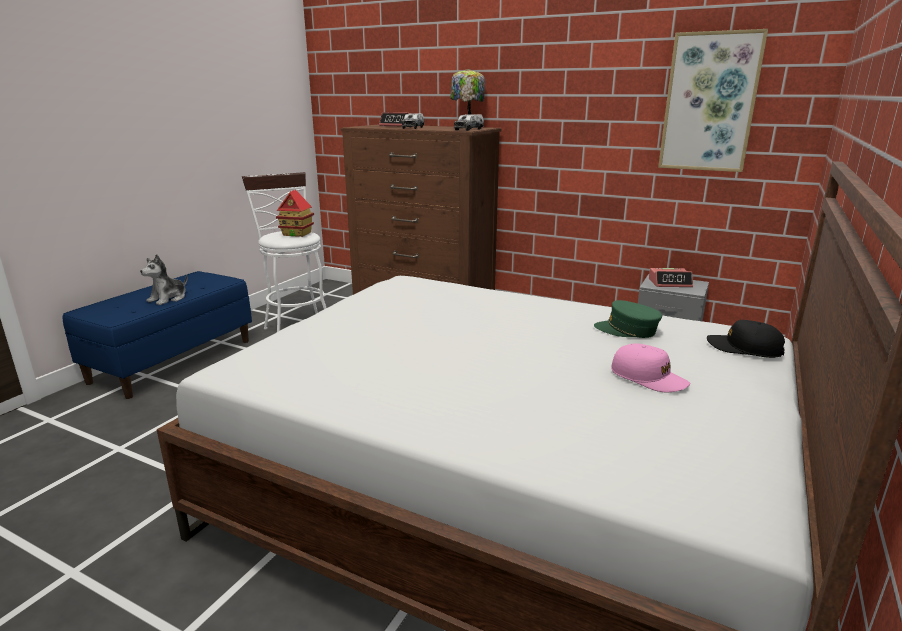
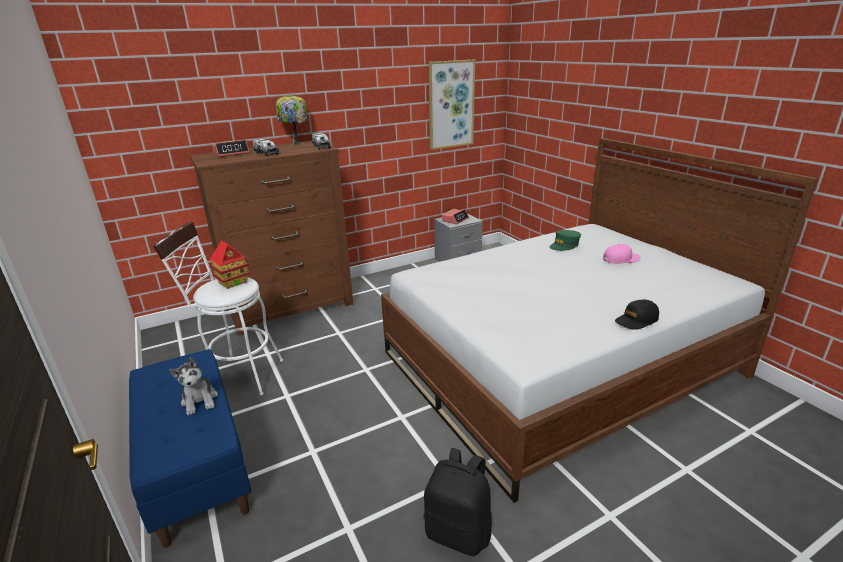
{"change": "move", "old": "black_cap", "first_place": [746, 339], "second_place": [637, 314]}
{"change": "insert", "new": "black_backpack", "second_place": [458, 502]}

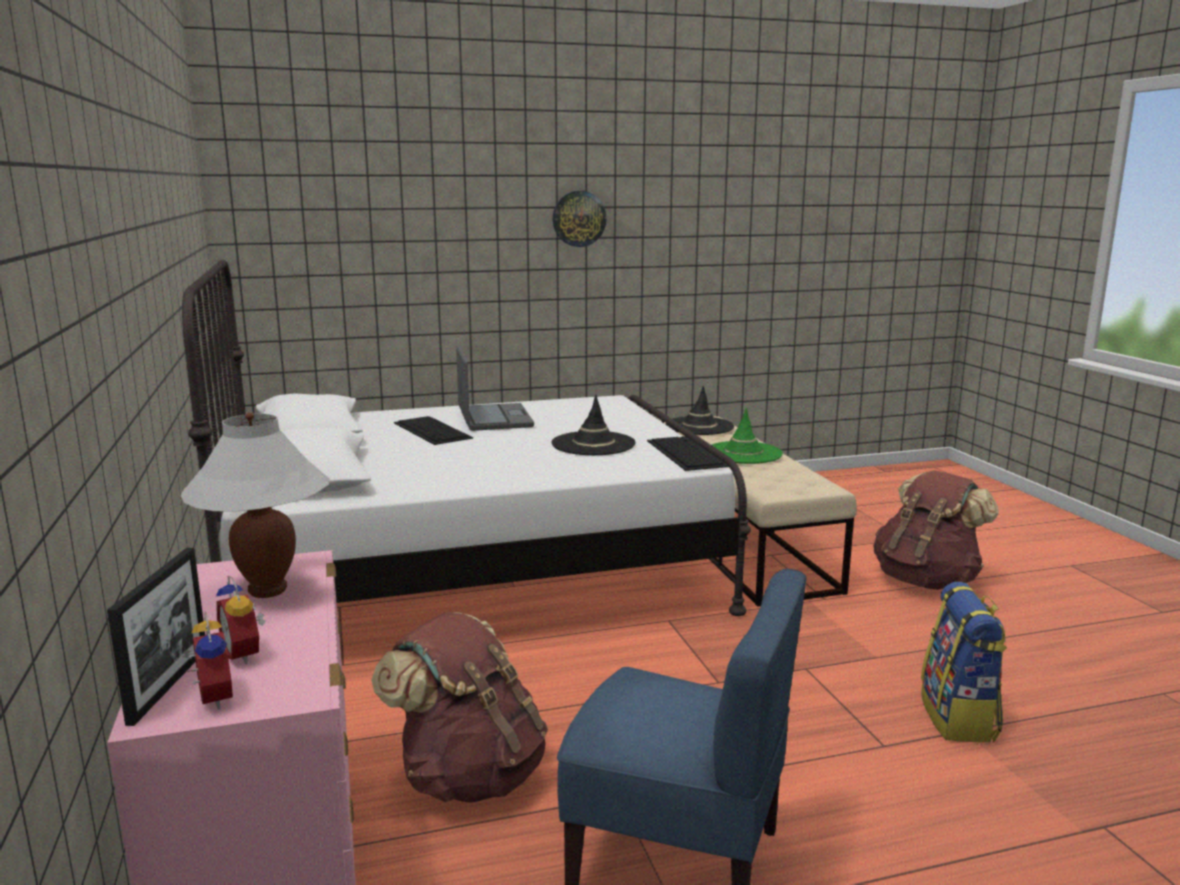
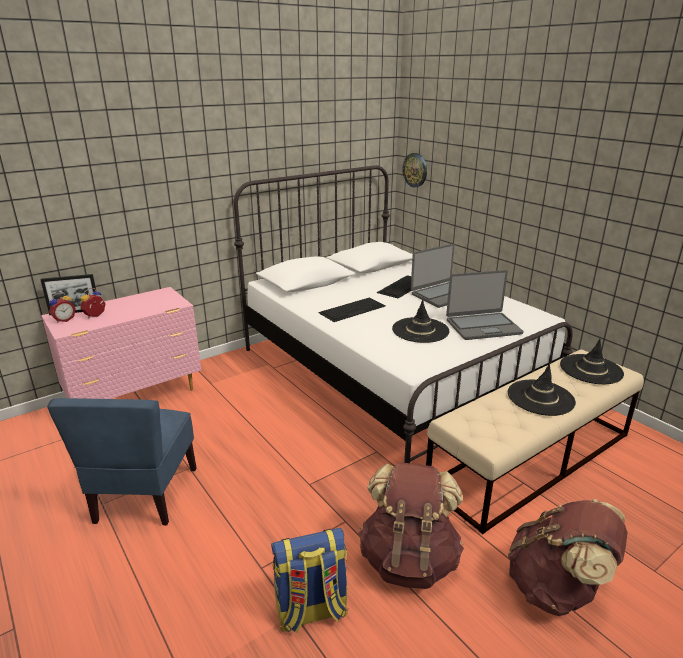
{"change": "move", "old": "wall_clock", "first_place": [579, 219], "second_place": [414, 170]}
{"change": "recolor", "old": "green_hat", "new": "black_hat", "first_place": [747, 436], "second_place": [542, 390]}
{"change": "delete", "old": "white_table_lamp", "first_place": [255, 505]}
{"change": "move", "old": "keyboard", "first_place": [688, 453], "second_place": [352, 310]}
{"change": "move", "old": "brown_backpack", "first_place": [459, 707], "second_place": [411, 525]}
{"change": "insert", "new": "laptop", "second_place": [484, 305]}

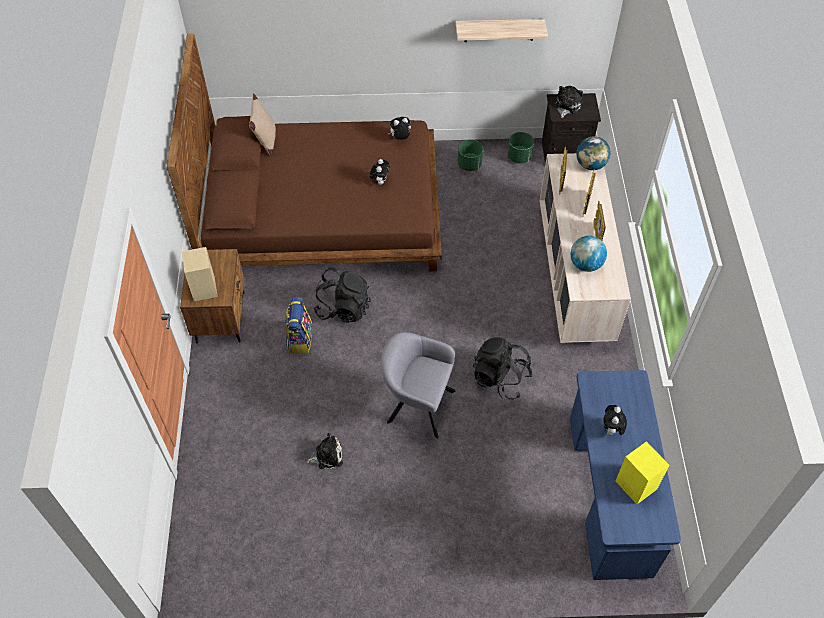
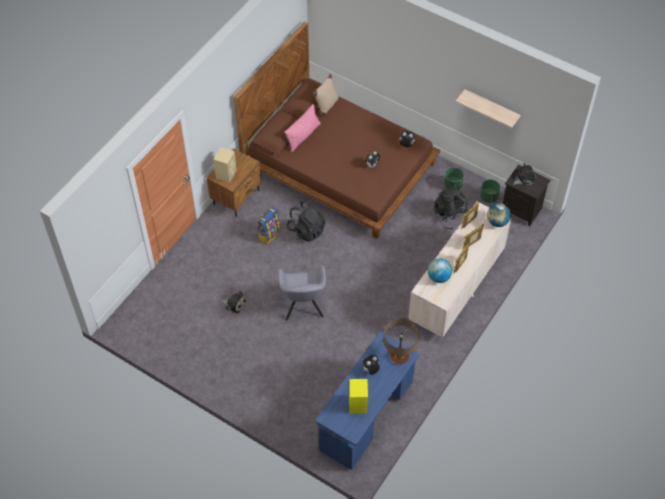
{"change": "rotate", "old": "grey_armchair", "first_place": [418, 385], "second_place": [302, 293], "degrees": -150}
{"change": "move", "old": "black_backpack", "first_place": [503, 368], "second_place": [451, 208]}
{"change": "insert", "new": "pink_pillow", "second_place": [302, 128]}
{"change": "insert", "new": "table_lamp", "second_place": [401, 341]}

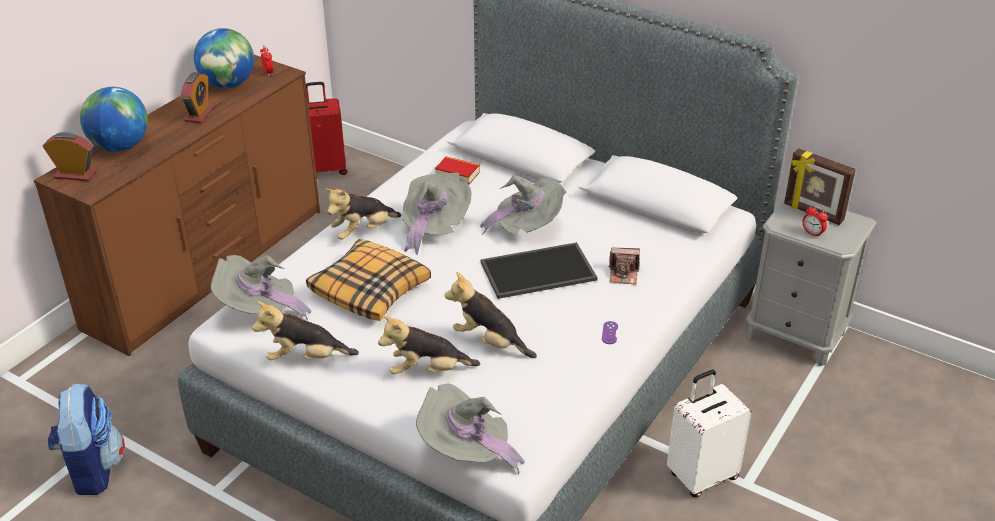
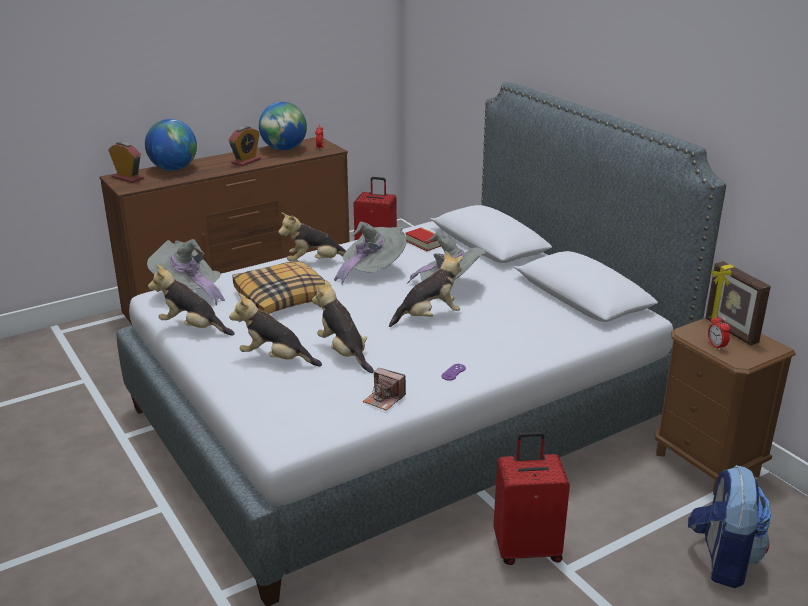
{"change": "recolor", "old": "grey_nightstand", "new": "brown_nightstand", "first_place": [811, 282], "second_place": [725, 406]}
{"change": "replace", "old": "tray", "new": "plush_toy", "first_place": [539, 270], "second_place": [426, 288]}
{"change": "move", "old": "photo_camera", "first_place": [624, 266], "second_place": [384, 389]}
{"change": "recolor", "old": "white_suitcase", "new": "red_suitcase", "first_place": [709, 433], "second_place": [532, 498]}
{"change": "move", "old": "backpack", "first_place": [86, 439], "second_place": [729, 526]}
{"change": "delete", "old": "grey_hat", "first_place": [470, 429]}

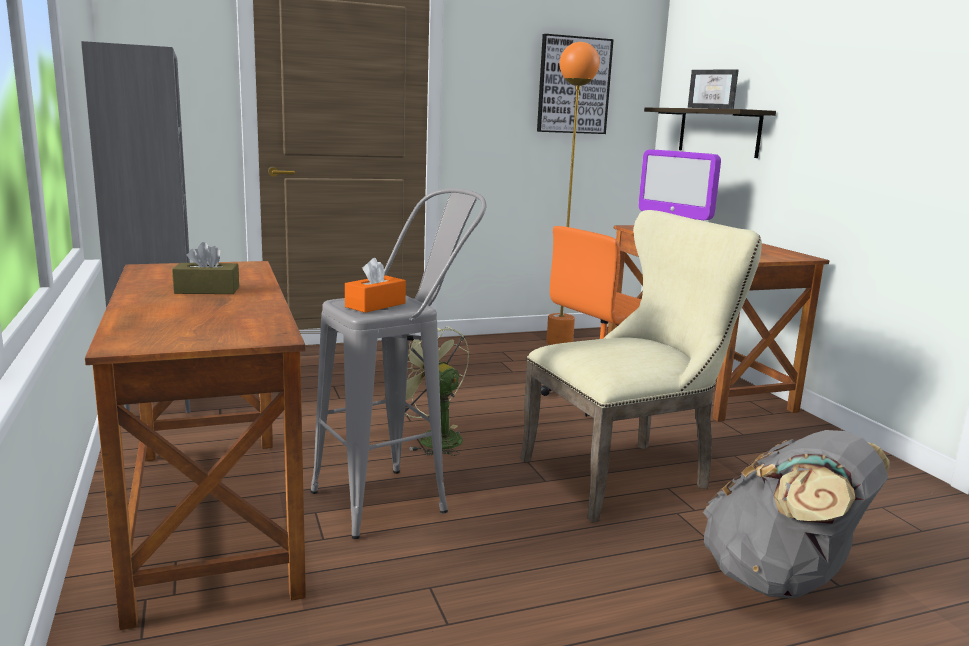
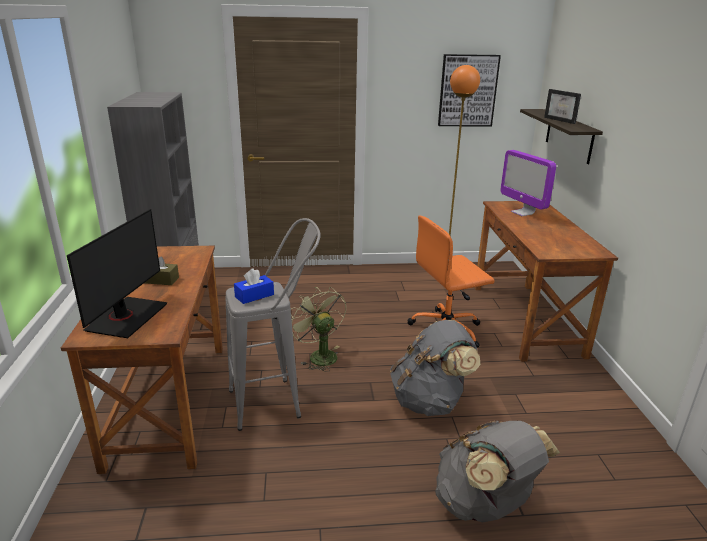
{"change": "replace", "old": "beige_chair", "new": "grey_backpack", "first_place": [641, 366], "second_place": [435, 368]}
{"change": "recolor", "old": "orange_tissue_box", "new": "blue_tissue_box", "first_place": [375, 285], "second_place": [254, 286]}
{"change": "insert", "new": "monitor", "second_place": [117, 273]}

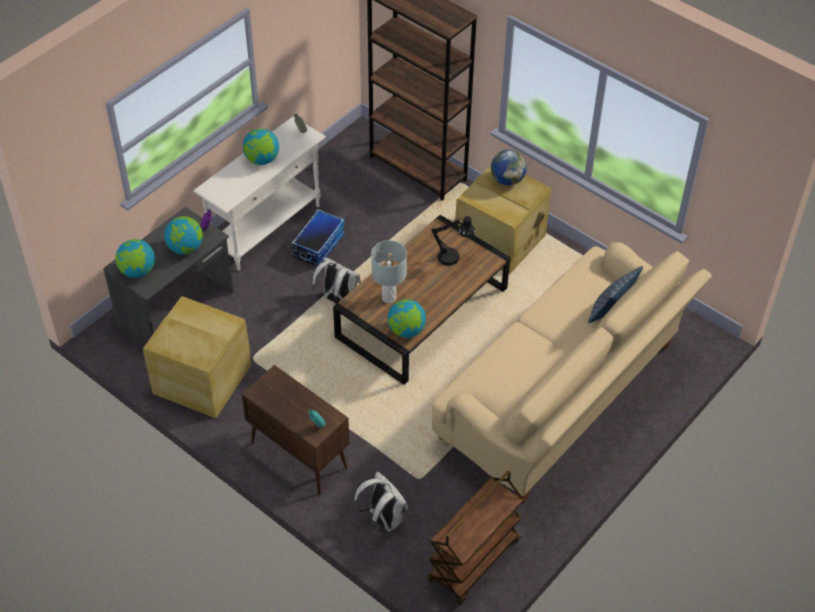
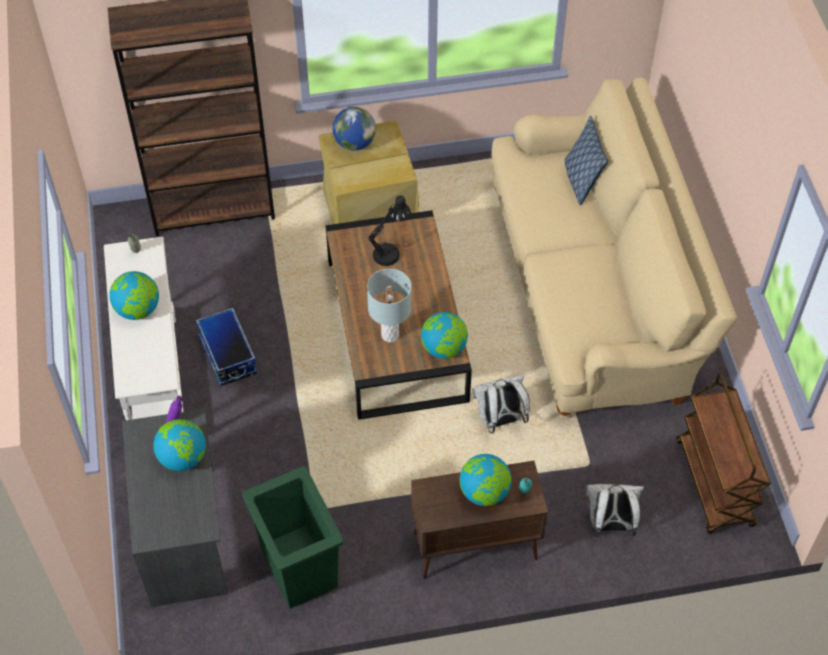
{"change": "move", "old": "globe", "first_place": [135, 258], "second_place": [486, 480]}
{"change": "move", "old": "white_backpack", "first_place": [336, 280], "second_place": [501, 403]}
{"change": "replace", "old": "beige_storage_box", "new": "green_trash_can", "first_place": [197, 357], "second_place": [292, 537]}

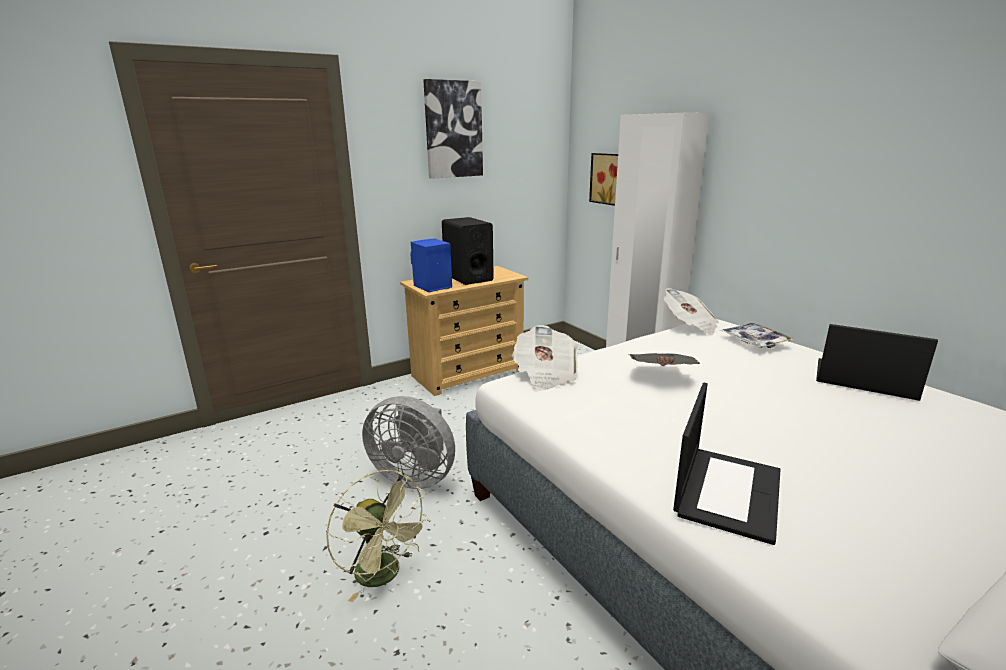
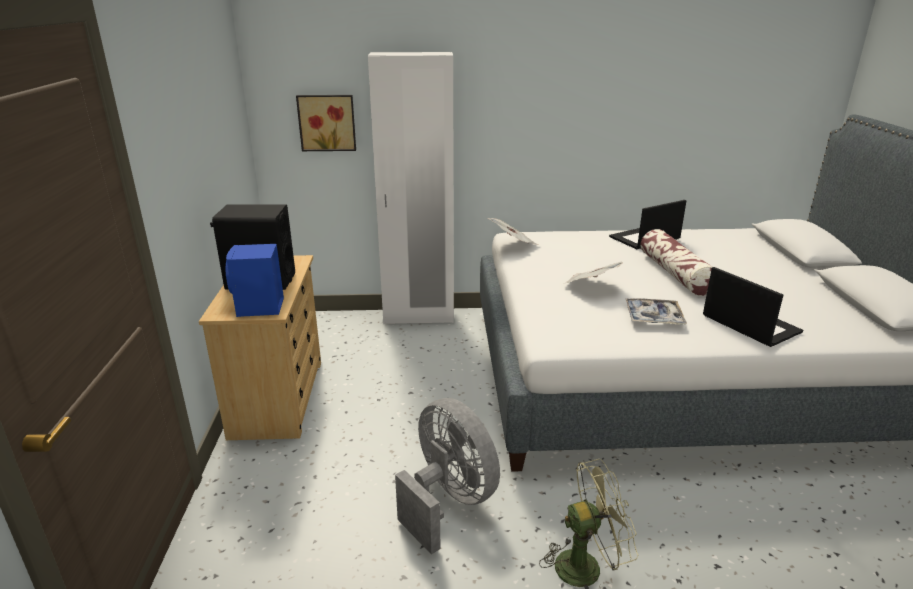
{"change": "delete", "old": "picture", "first_place": [453, 129]}
{"change": "move", "old": "tray", "first_place": [757, 335], "second_place": [656, 311]}
{"change": "delete", "old": "newspaper", "first_place": [545, 358]}
{"change": "rotate", "old": "grey_fan", "first_place": [408, 442], "second_place": [447, 476], "degrees": -90}
{"change": "insert", "new": "pillow", "second_place": [676, 262]}

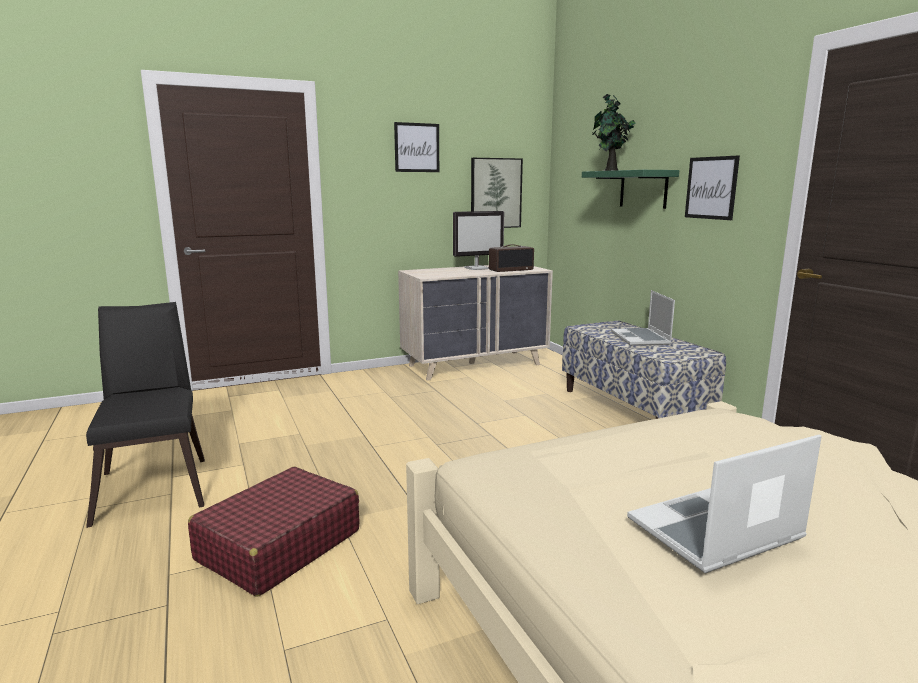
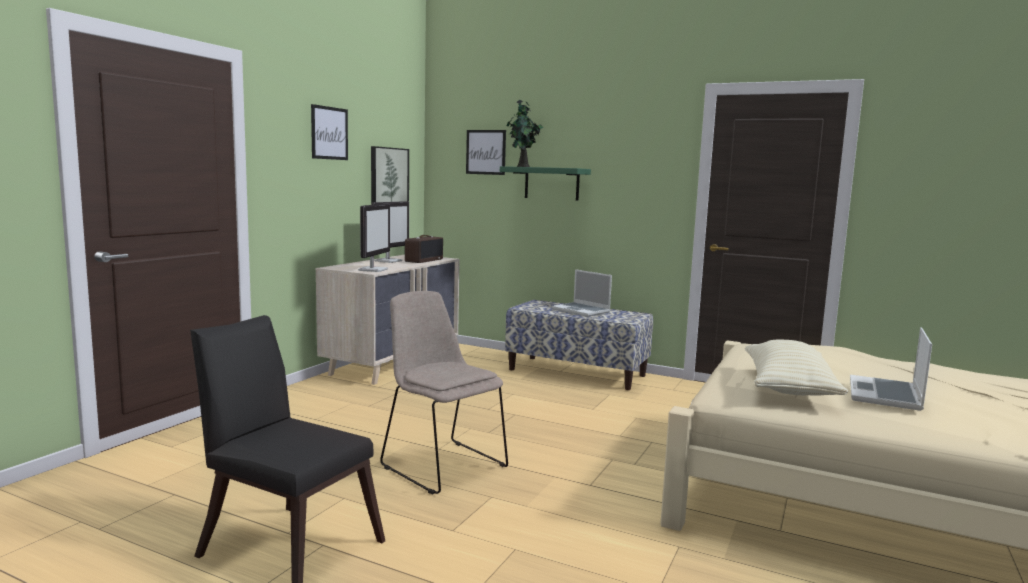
{"change": "move", "old": "picture", "first_place": [712, 187], "second_place": [486, 152]}
{"change": "delete", "old": "red_suitcase", "first_place": [274, 532]}
{"change": "insert", "new": "monitor", "second_place": [374, 238]}
{"change": "insert", "new": "beige_chair", "second_place": [444, 392]}
{"change": "insert", "new": "beige_pillow", "second_place": [796, 368]}

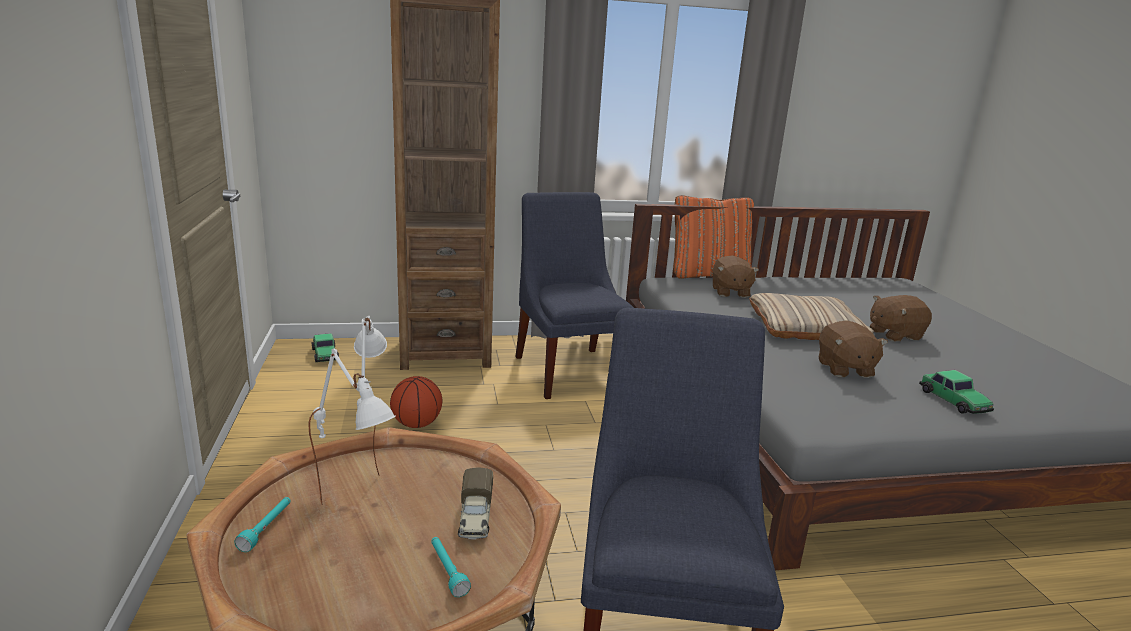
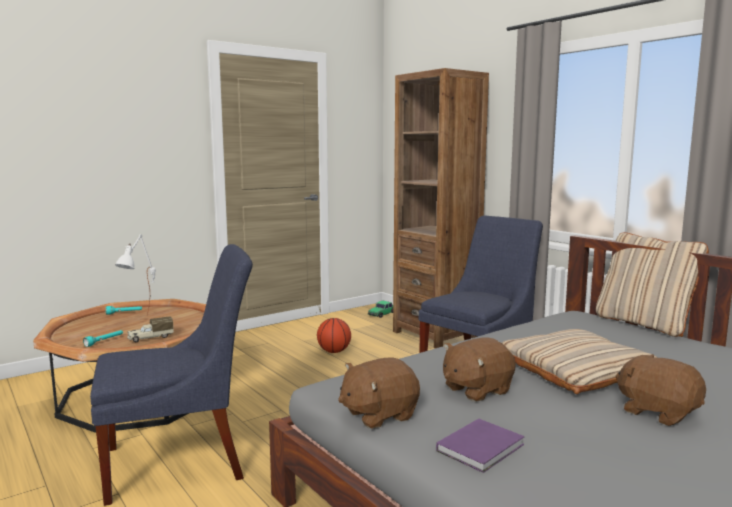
{"change": "recolor", "old": "orange_pillow", "new": "beige_pillow", "first_place": [713, 237], "second_place": [652, 284]}
{"change": "move", "old": "brown_plush_toy", "first_place": [735, 276], "second_place": [379, 393]}
{"change": "delete", "old": "white_table_lamp", "first_place": [370, 396]}
{"change": "replace", "old": "toy_car", "new": "purple_book", "first_place": [956, 392], "second_place": [480, 446]}

